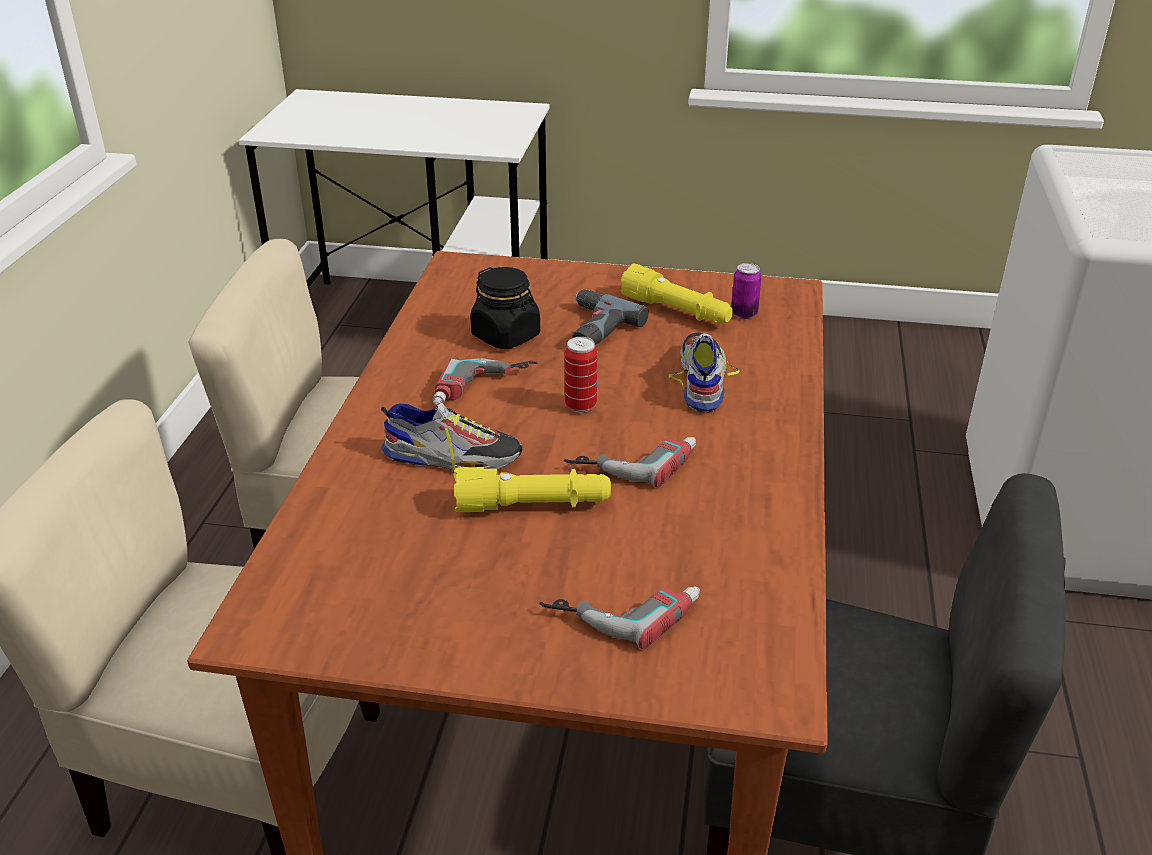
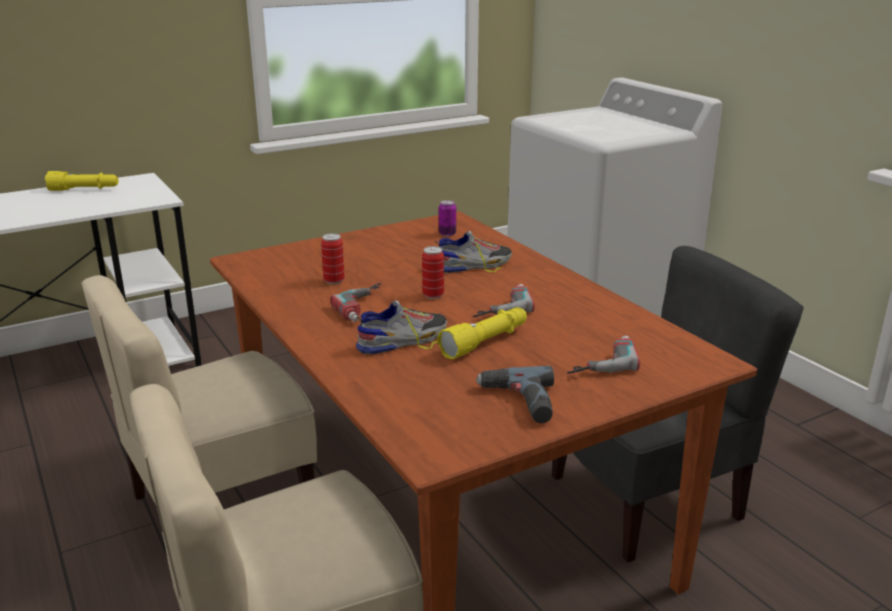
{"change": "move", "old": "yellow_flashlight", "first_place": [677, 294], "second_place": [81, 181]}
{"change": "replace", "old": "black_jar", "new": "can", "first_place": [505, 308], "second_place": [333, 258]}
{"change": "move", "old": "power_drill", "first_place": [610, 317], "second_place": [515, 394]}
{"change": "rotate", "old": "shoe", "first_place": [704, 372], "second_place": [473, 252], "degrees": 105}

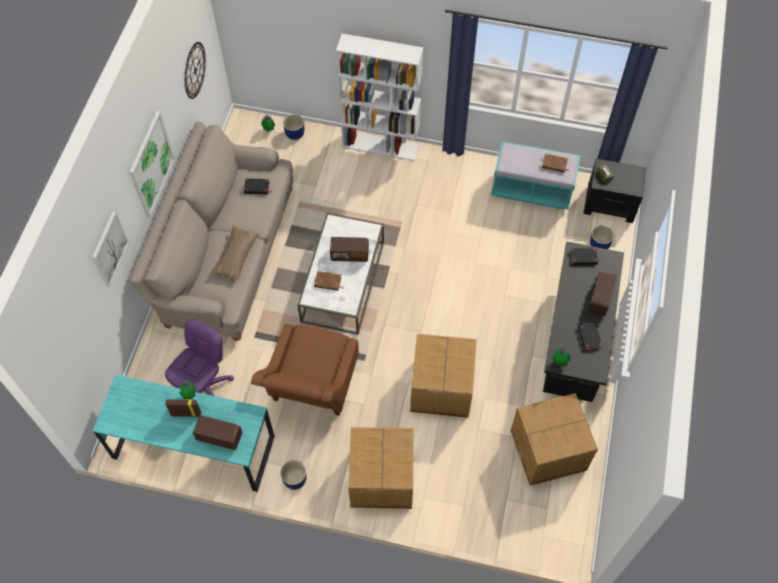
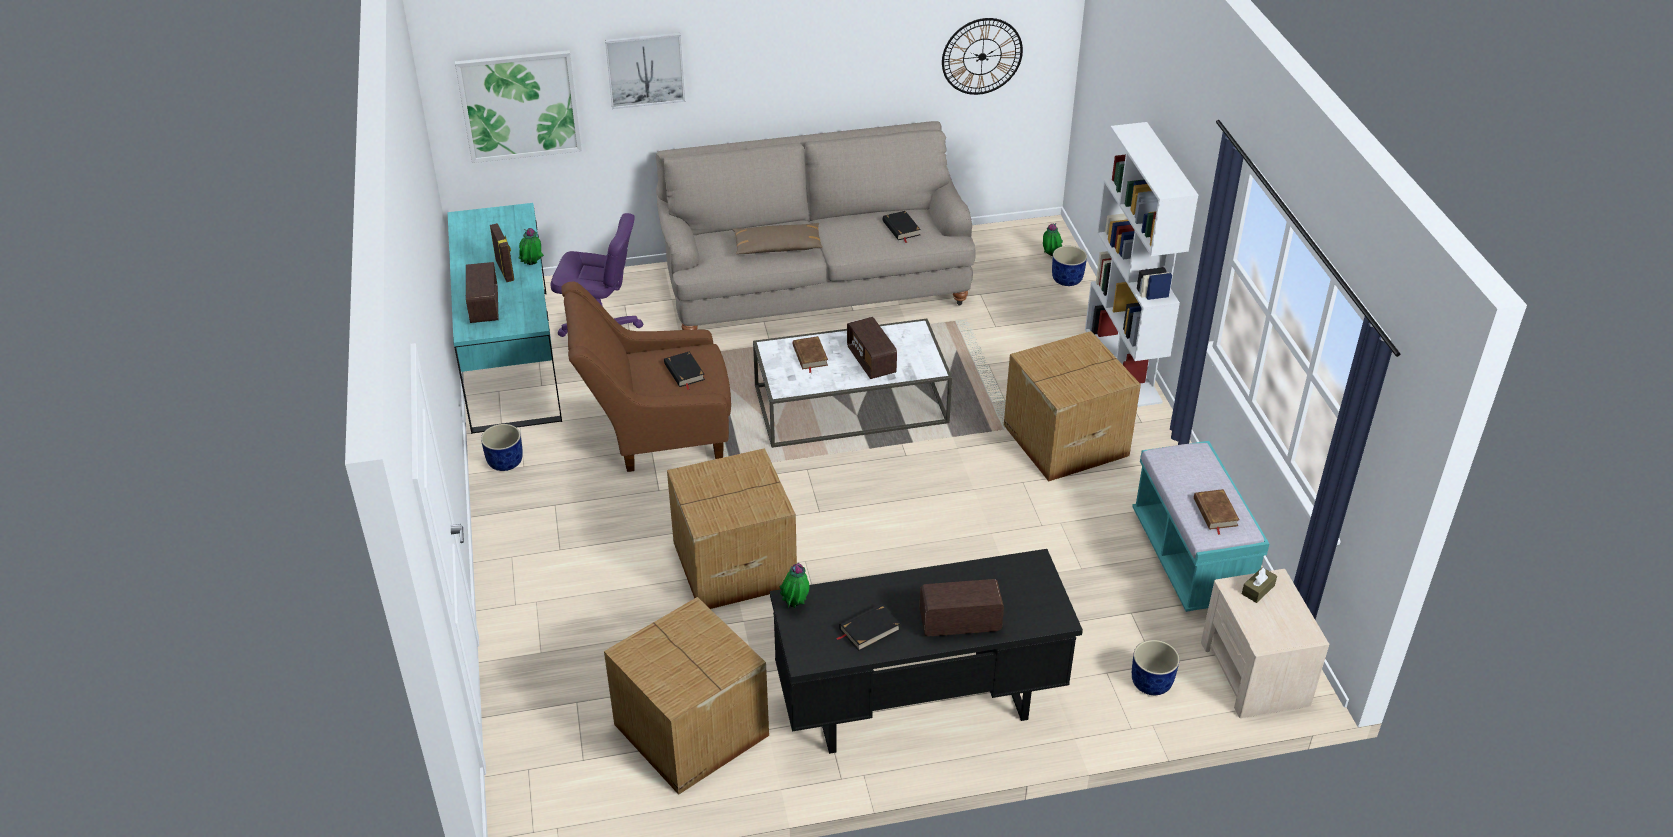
{"change": "move", "old": "picture", "first_place": [152, 164], "second_place": [518, 106]}
{"change": "recolor", "old": "black_nightstand", "new": "beige_nightstand", "first_place": [615, 191], "second_place": [1265, 643]}
{"change": "move", "old": "black_book", "first_place": [585, 256], "second_place": [684, 371]}
{"change": "move", "old": "cardboard_box", "first_place": [381, 468], "second_place": [1072, 406]}

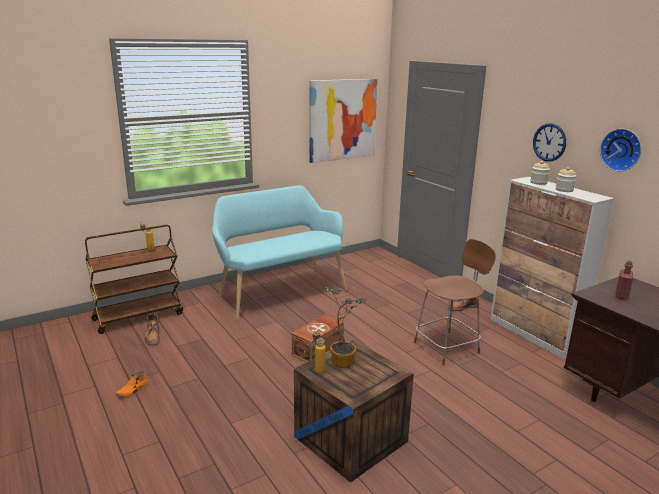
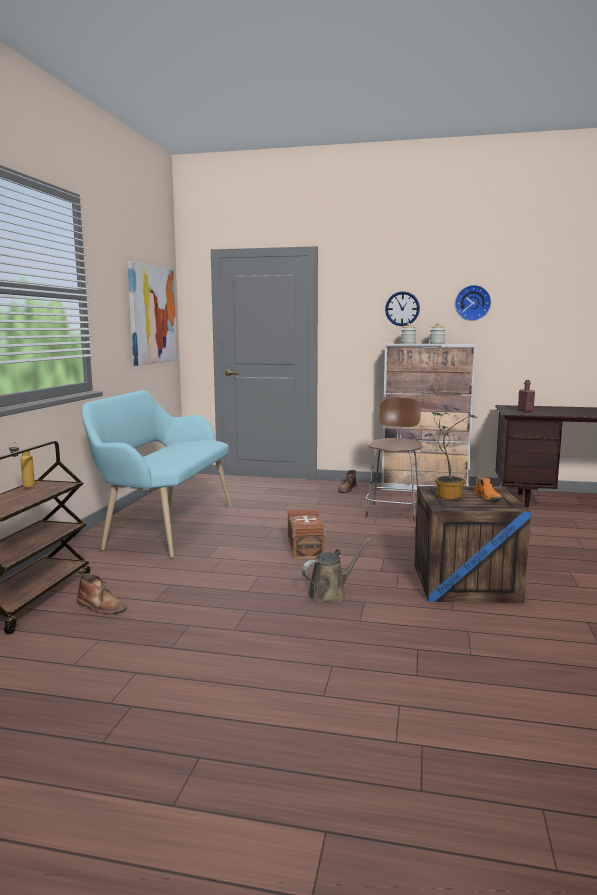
{"change": "delete", "old": "bottle", "first_place": [319, 351]}
{"change": "move", "old": "orange_shoe", "first_place": [131, 384], "second_place": [488, 488]}
{"change": "insert", "new": "brown_watering_can", "second_place": [336, 570]}

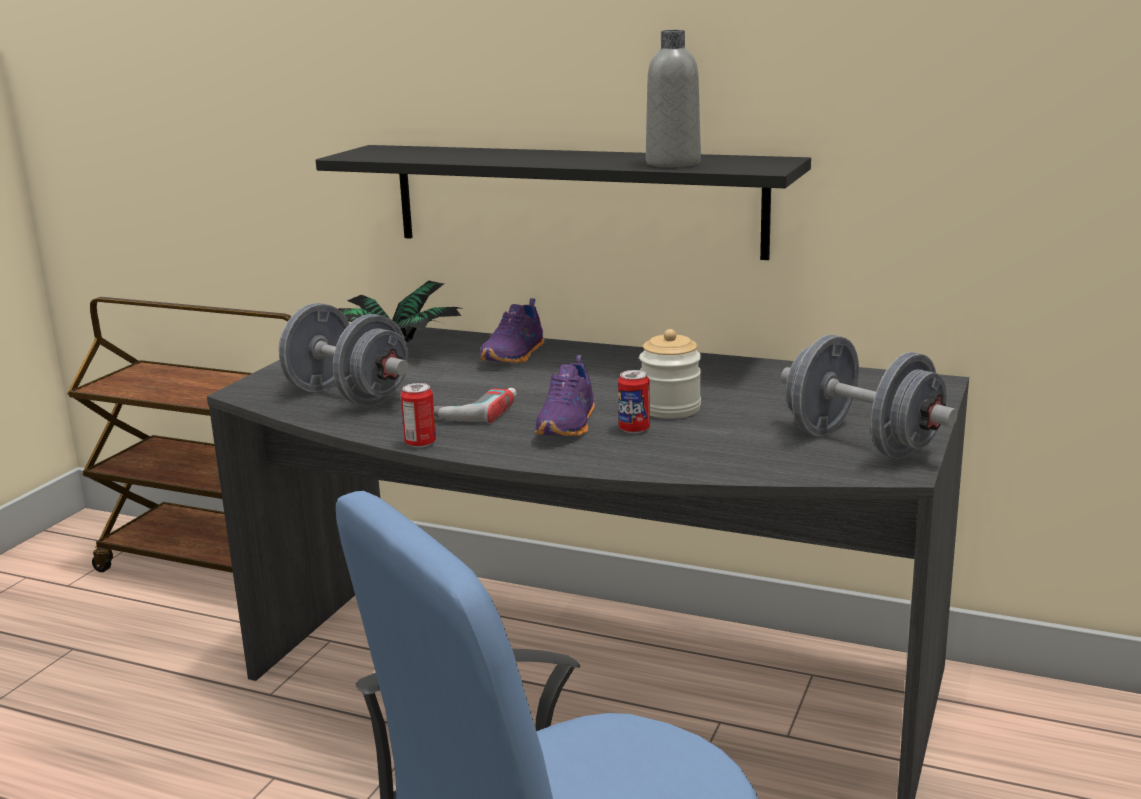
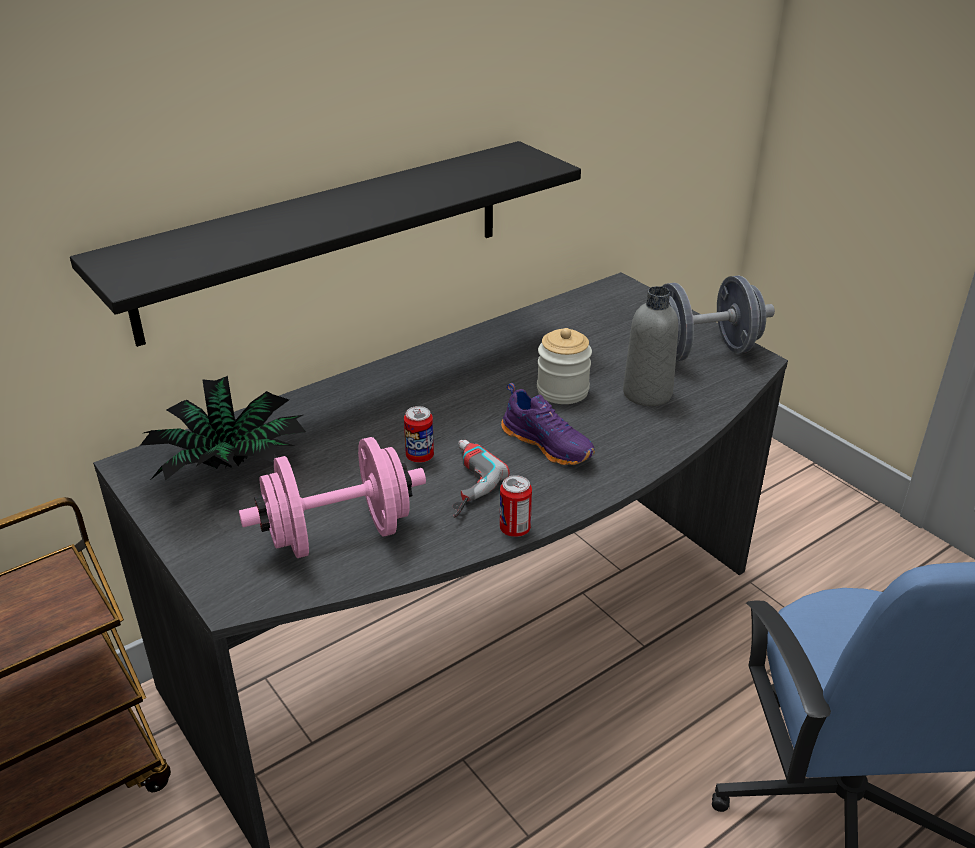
{"change": "move", "old": "grey_bottle", "first_place": [673, 98], "second_place": [650, 346]}
{"change": "delete", "old": "purple_shoe", "first_place": [512, 330]}
{"change": "recolor", "old": "grey_dumbbell", "new": "pink_dumbbell", "first_place": [344, 354], "second_place": [332, 497]}
{"change": "move", "old": "can", "first_place": [634, 402], "second_place": [419, 434]}

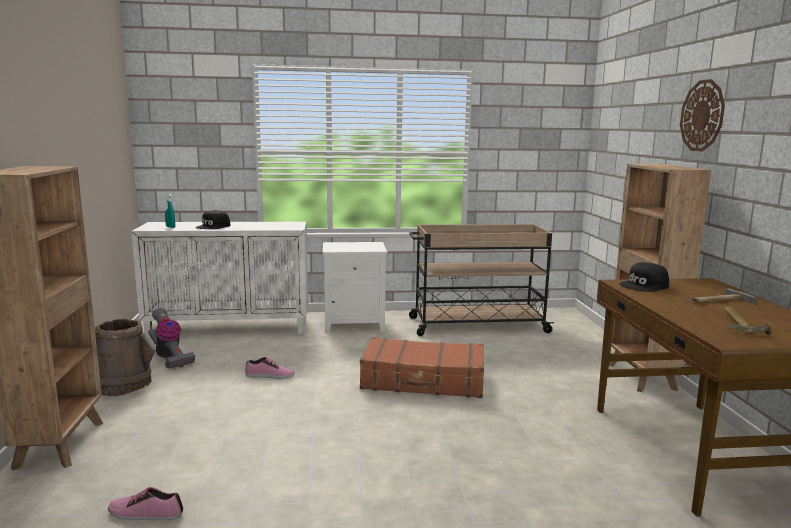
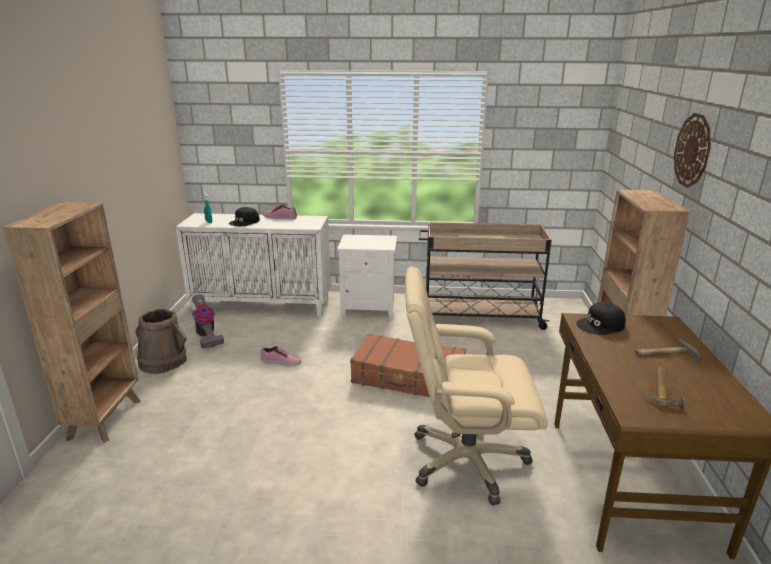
{"change": "move", "old": "shoe", "first_place": [145, 503], "second_place": [280, 211]}
{"change": "insert", "new": "beige_office_chair", "second_place": [476, 386]}

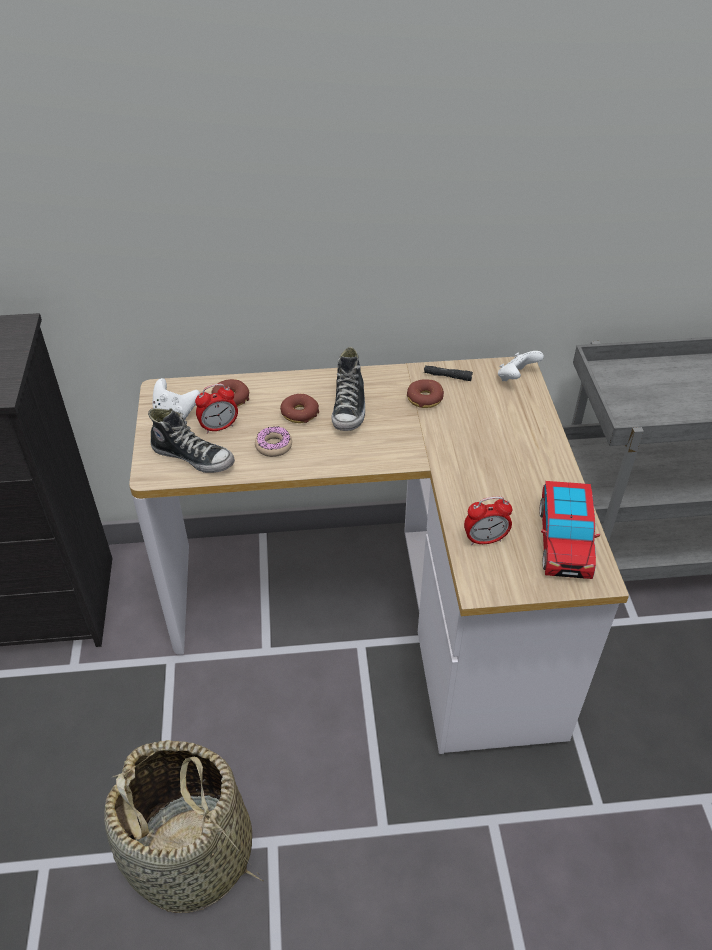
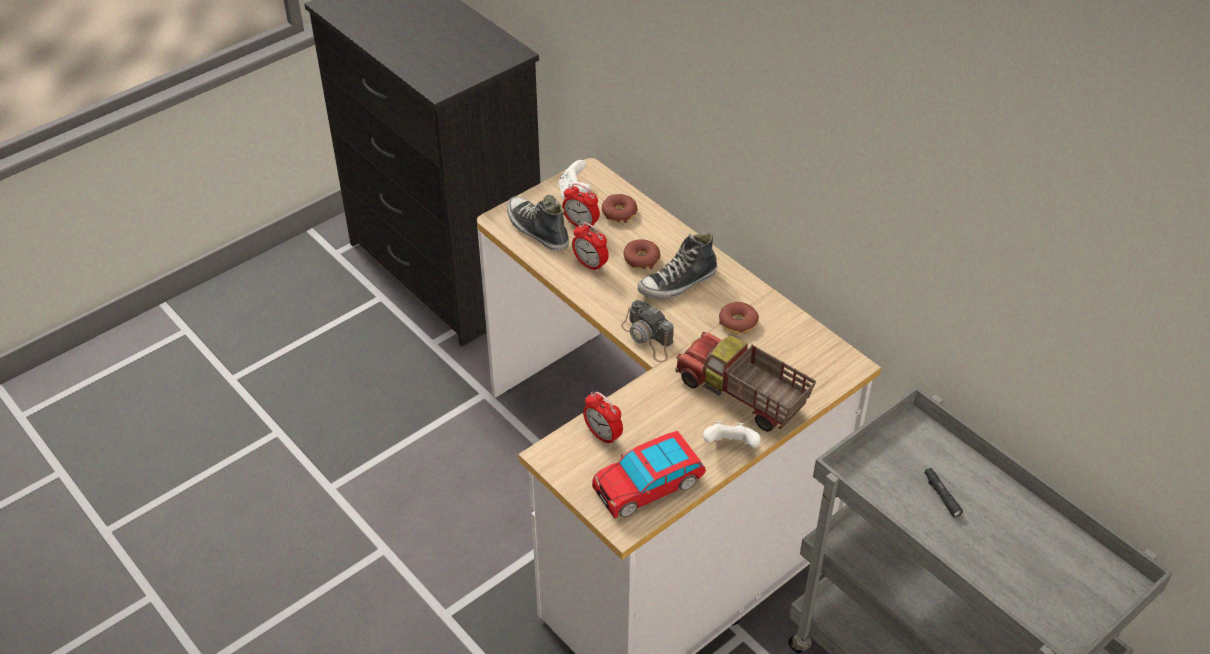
{"change": "move", "old": "white_game_controller", "first_place": [521, 366], "second_place": [732, 434]}
{"change": "move", "old": "black_flashlight", "first_place": [448, 373], "second_place": [944, 493]}
{"change": "rotate", "old": "shoe", "first_place": [191, 440], "second_place": [538, 223], "degrees": 150}
{"change": "replace", "old": "donut", "new": "alarm_clock", "first_place": [273, 441], "second_place": [590, 247]}
{"change": "delete", "old": "basket", "first_place": [184, 826]}
{"change": "insert", "new": "photo_camera", "second_place": [647, 331]}
{"change": "insert", "new": "toy_truck", "second_place": [746, 382]}

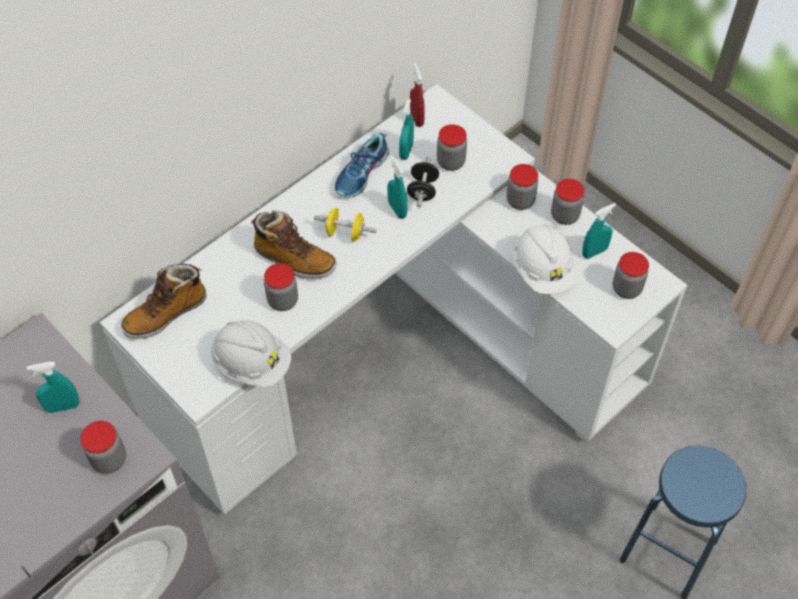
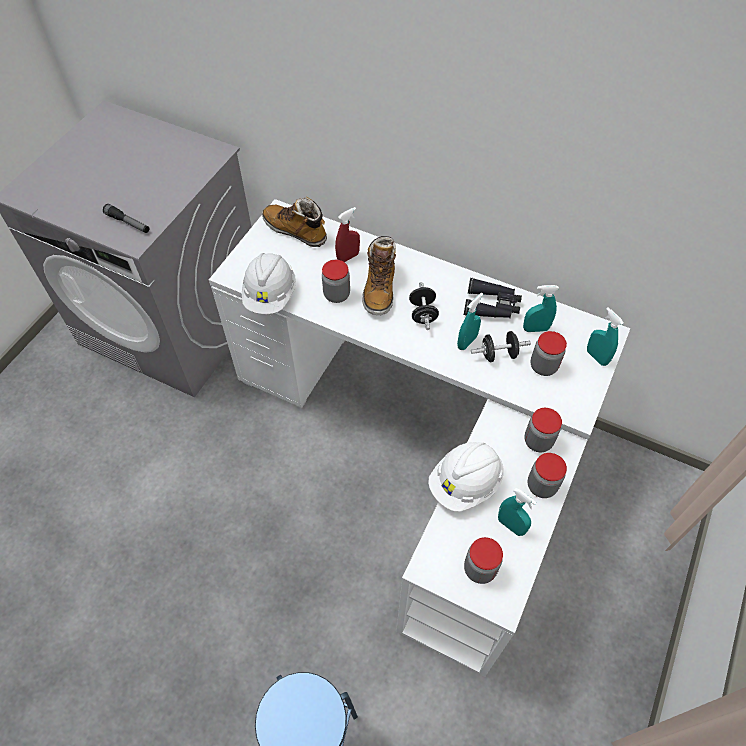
{"change": "move", "old": "red_spray_bottle", "first_place": [417, 95], "second_place": [347, 234]}
{"change": "replace", "old": "shoe", "new": "black_binoculars", "first_place": [362, 165], "second_place": [493, 298]}
{"change": "recolor", "old": "yellow_dumbbell", "new": "black_dumbbell", "first_place": [345, 224], "second_place": [424, 306]}
{"change": "move", "old": "turquoise_spray_bottle", "first_place": [53, 387], "second_place": [605, 336]}
{"change": "replace", "old": "jar", "new": "flashlight", "first_place": [103, 447], "second_place": [126, 218]}

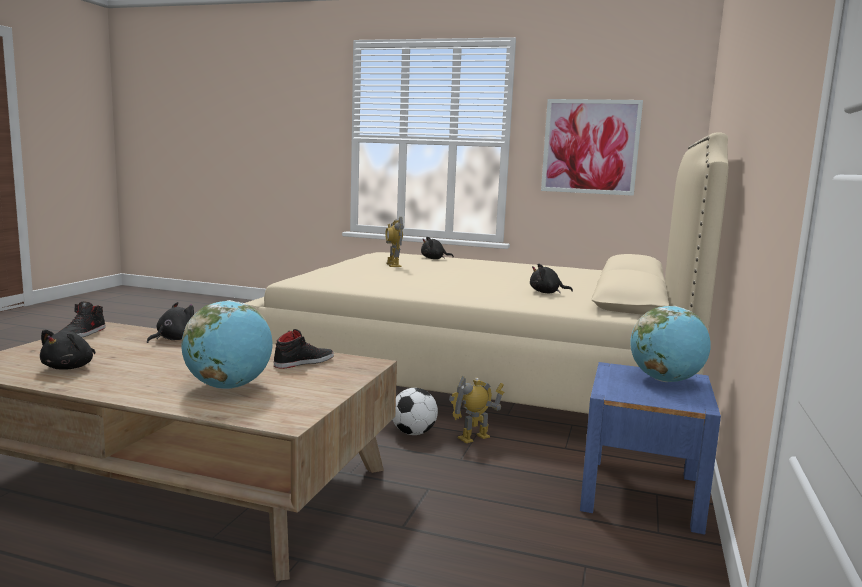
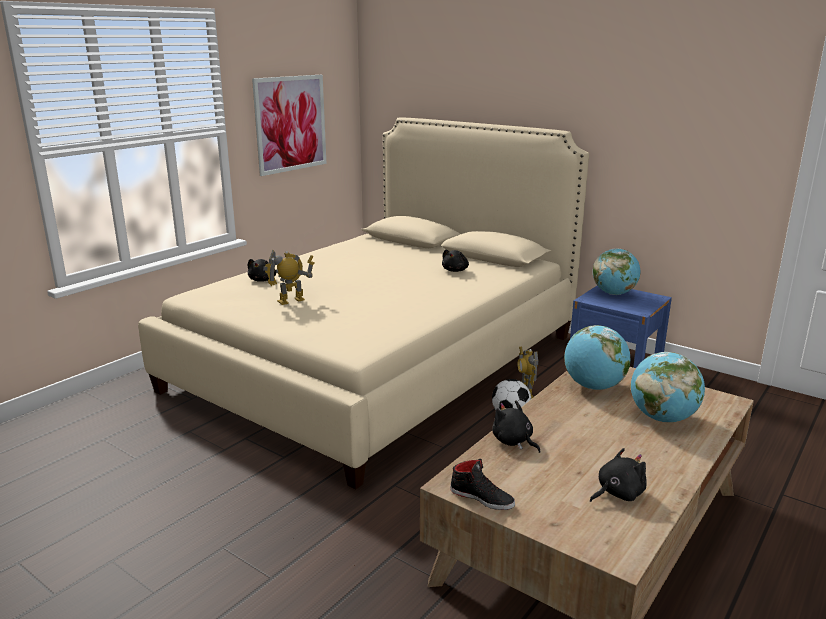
{"change": "rotate", "old": "toy_robot", "first_place": [394, 242], "second_place": [288, 277], "degrees": 150}
{"change": "replace", "old": "black_shoe", "new": "globe", "first_place": [304, 349], "second_place": [597, 357]}
{"change": "rotate", "old": "black_plush_toy", "first_place": [68, 350], "second_place": [618, 475], "degrees": -60}

